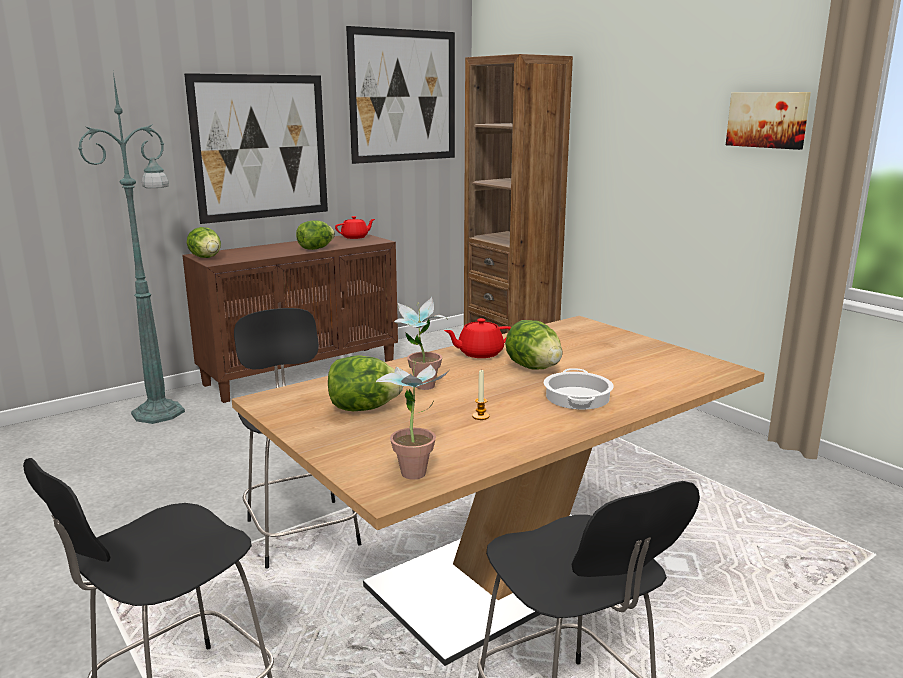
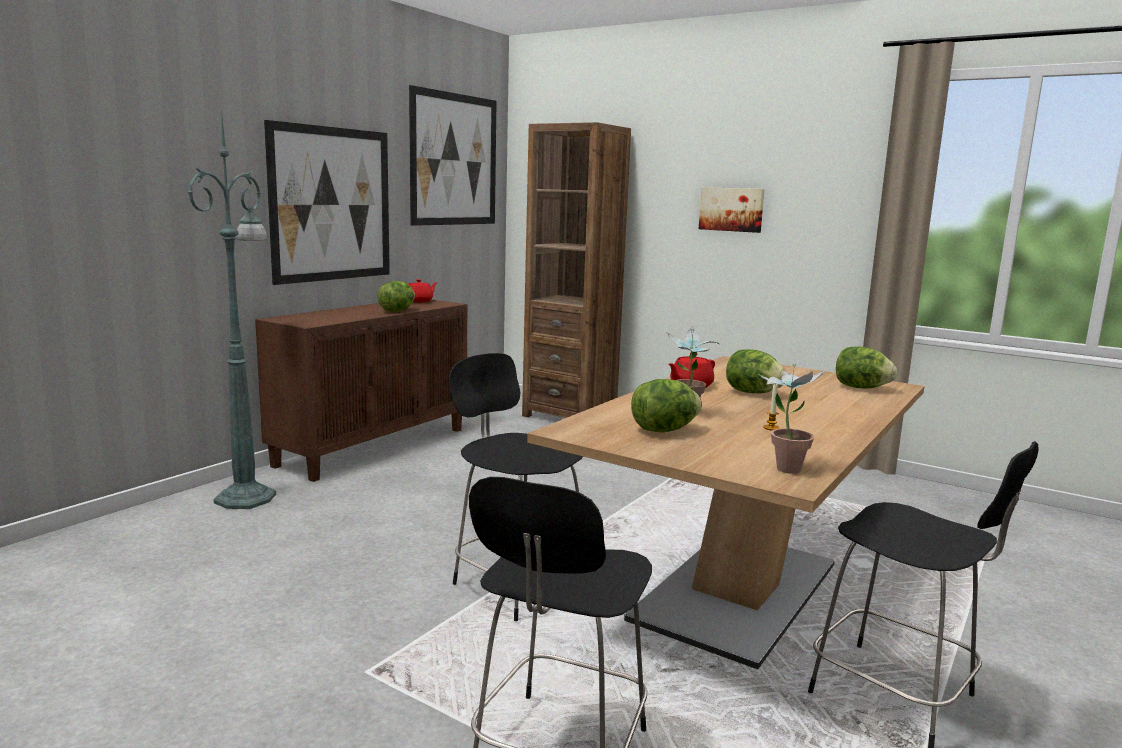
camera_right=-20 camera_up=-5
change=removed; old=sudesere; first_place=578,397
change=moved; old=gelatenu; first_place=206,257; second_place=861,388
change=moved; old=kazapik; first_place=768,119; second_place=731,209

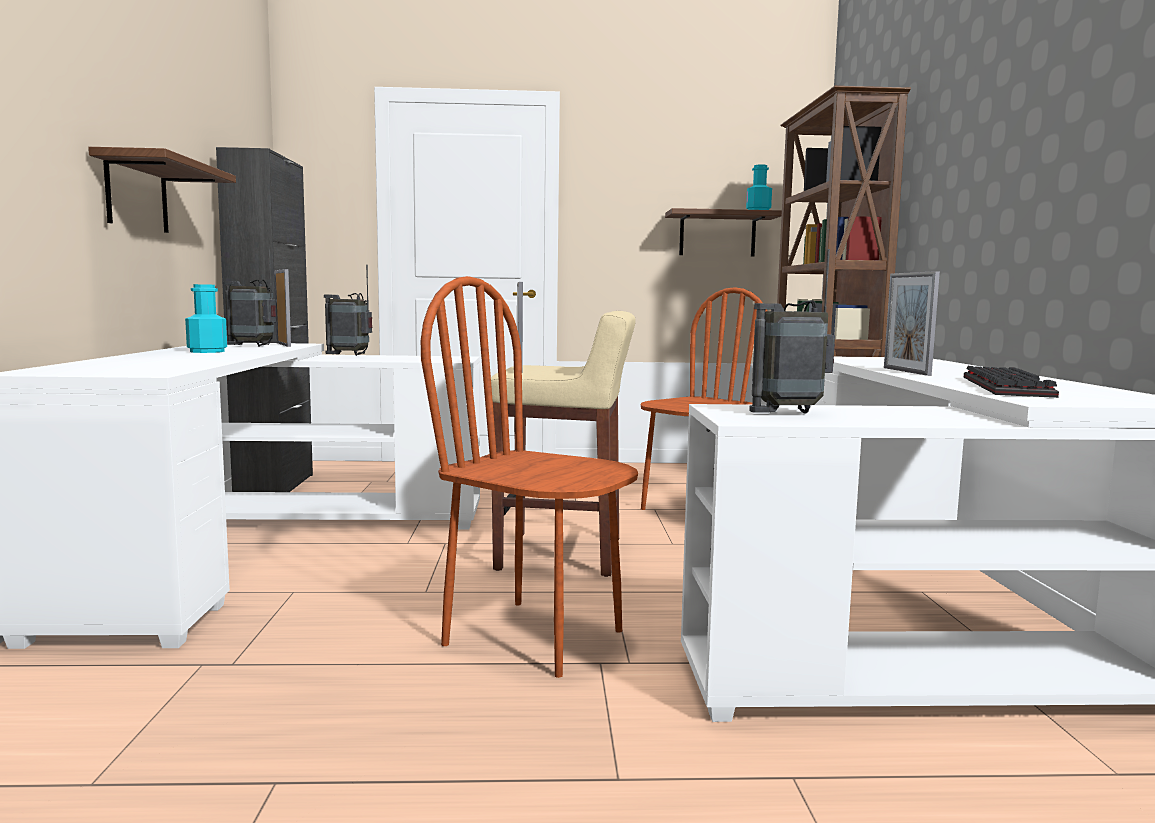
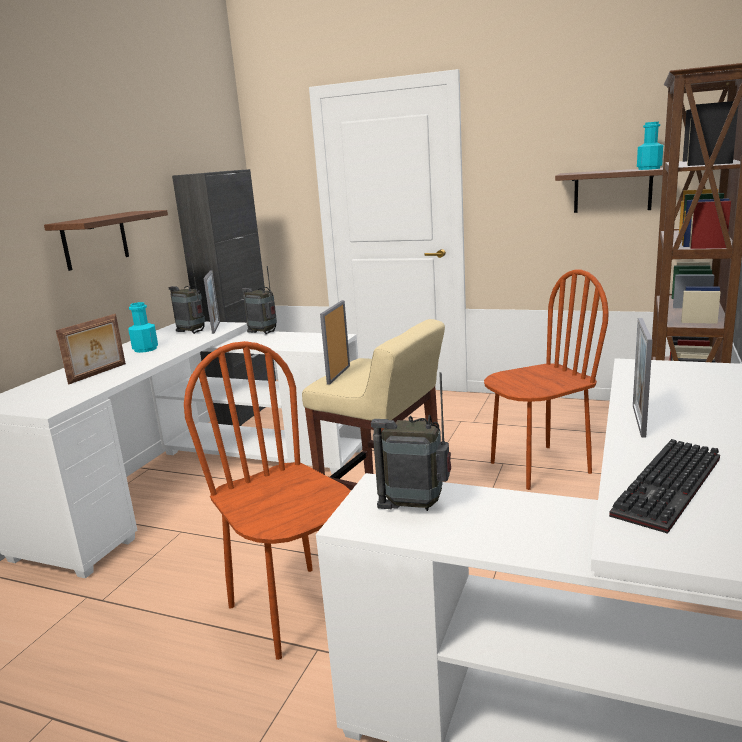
camera_right=25 camera_up=10
change=added; new=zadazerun; second_place=98,373

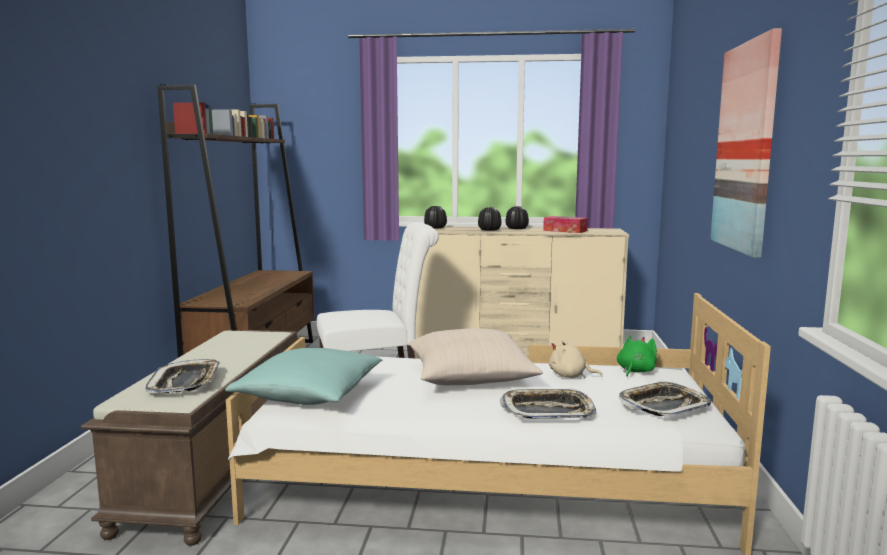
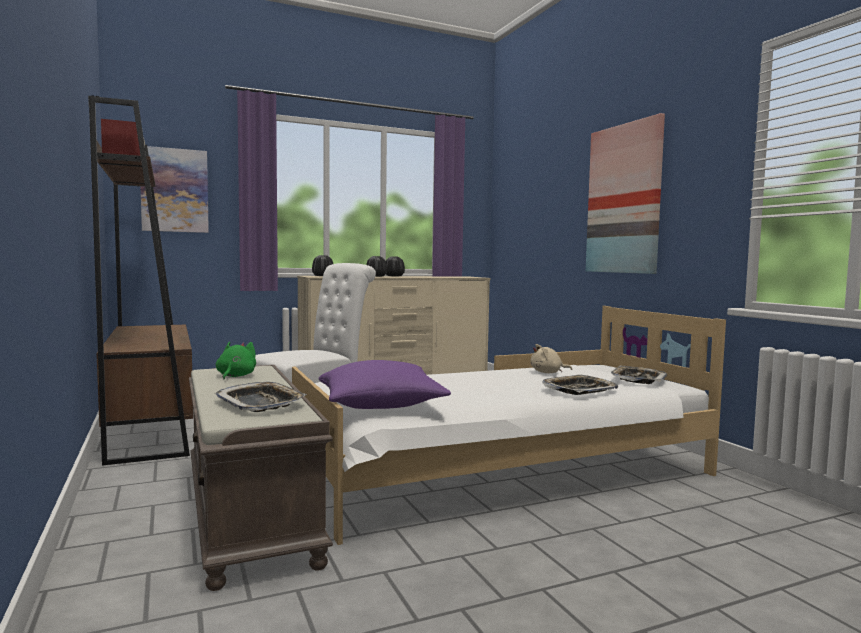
camera_right=-30 camera_up=-5
change=removed; old=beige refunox; first_place=470,377
change=removed; old=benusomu; first_place=565,230
change=added; new=kazapik; second_place=174,190
change=moved; old=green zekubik; first_place=635,371; second_place=235,376
change=recoloured; old=turquoise refunox; new=purple refunox; first_place=309,395; second_place=380,404

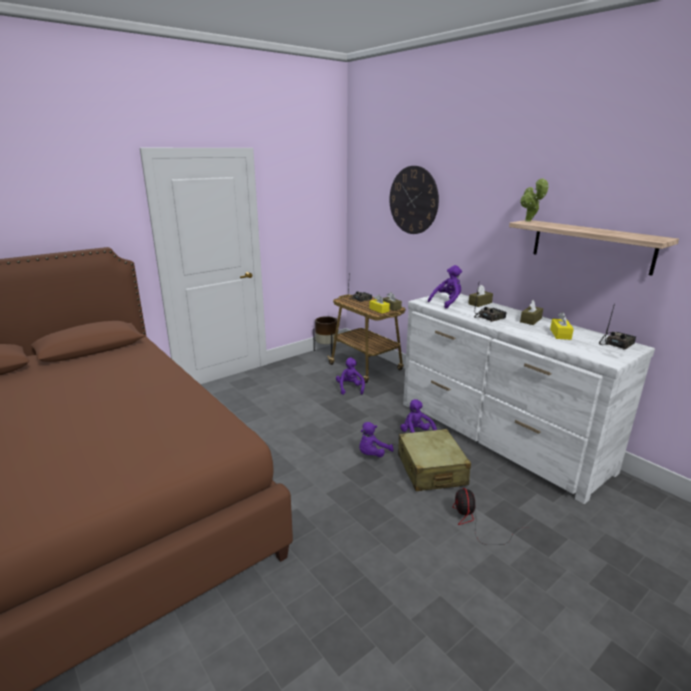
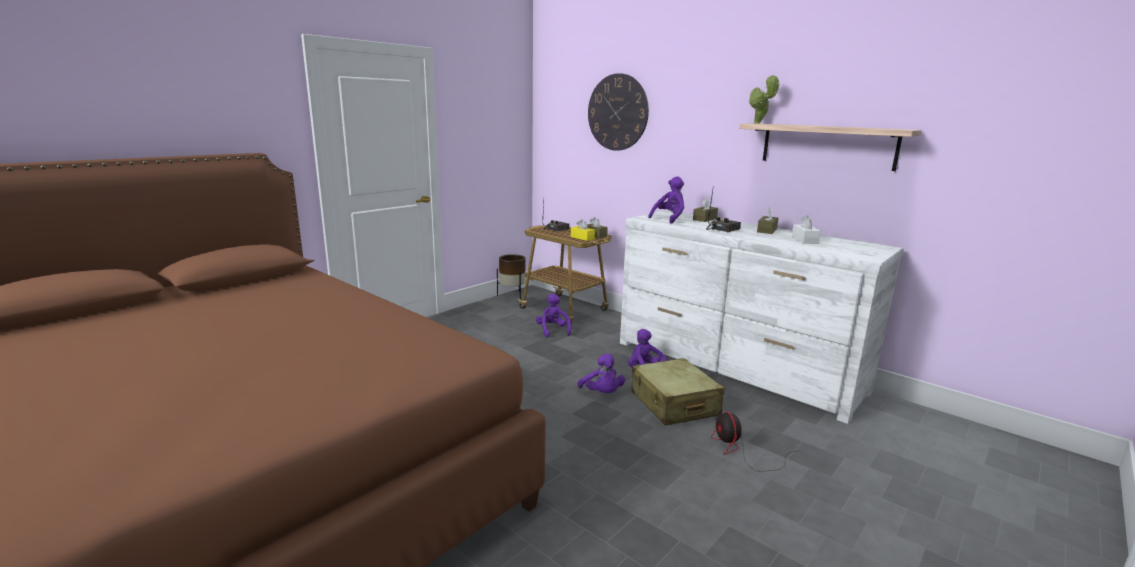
camera_right=-10 camera_up=-5
change=removed; old=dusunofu; first_place=616,344
change=recoloured; old=yellow benusomu; new=white benusomu; first_place=560,334; second_place=804,240
change=turned; old=purple zekubik; first_place=372,454; second_place=602,393; degrees=-60

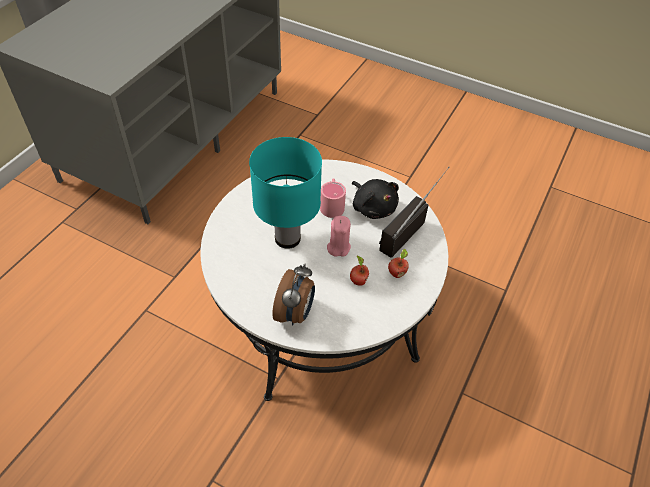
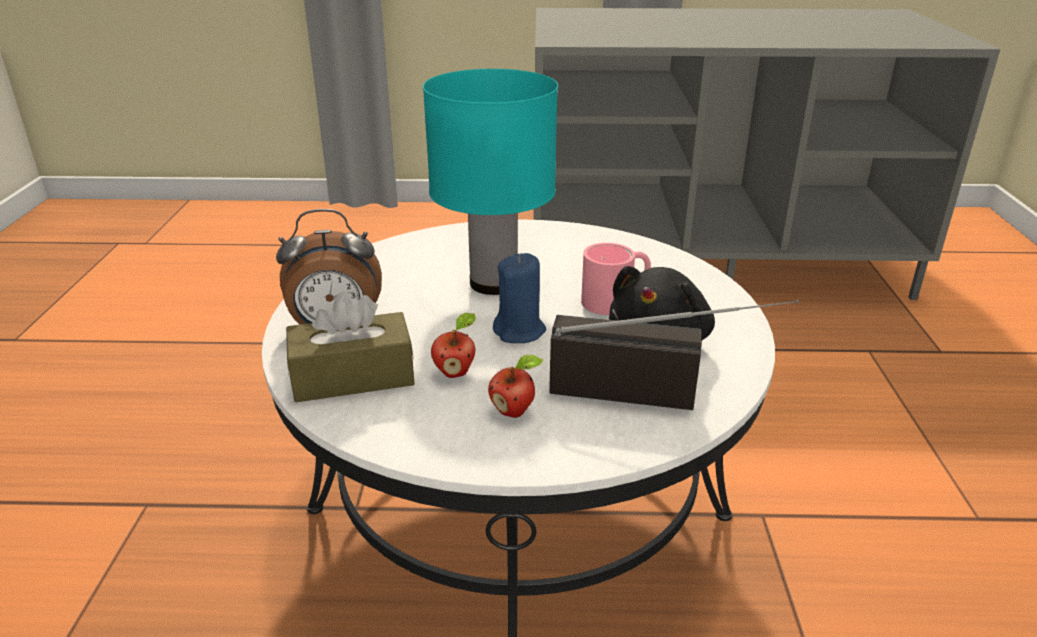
camera_right=65 camera_up=-20
change=added; new=brown benusomu; second_place=353,377
change=recoloured; old=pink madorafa; new=blue madorafa; first_place=338,247; second_place=520,331

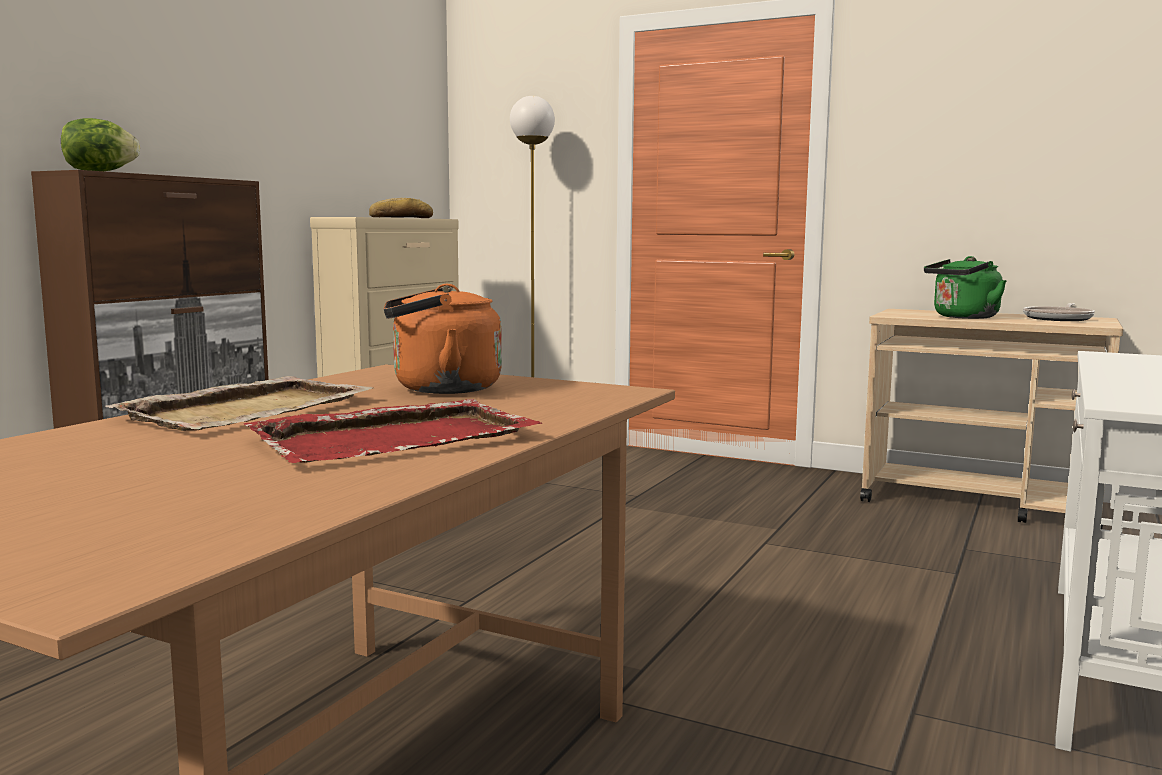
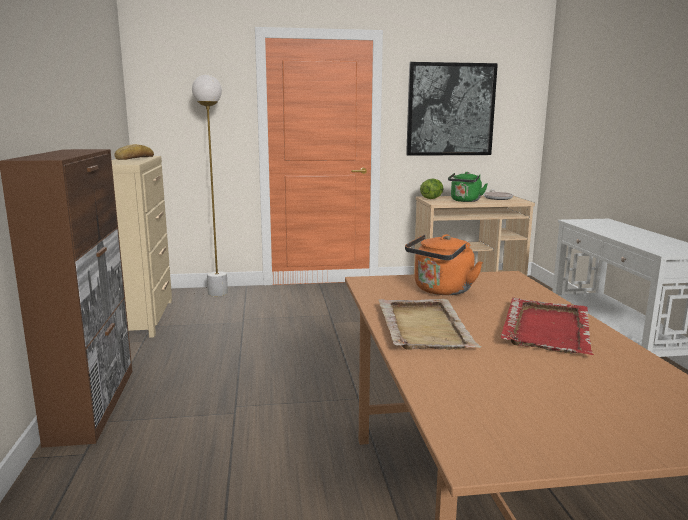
camera_right=-35 camera_up=5
change=added; new=kazapik; second_place=450,109
change=moved; old=gelatenu; first_place=100,172; second_place=432,198

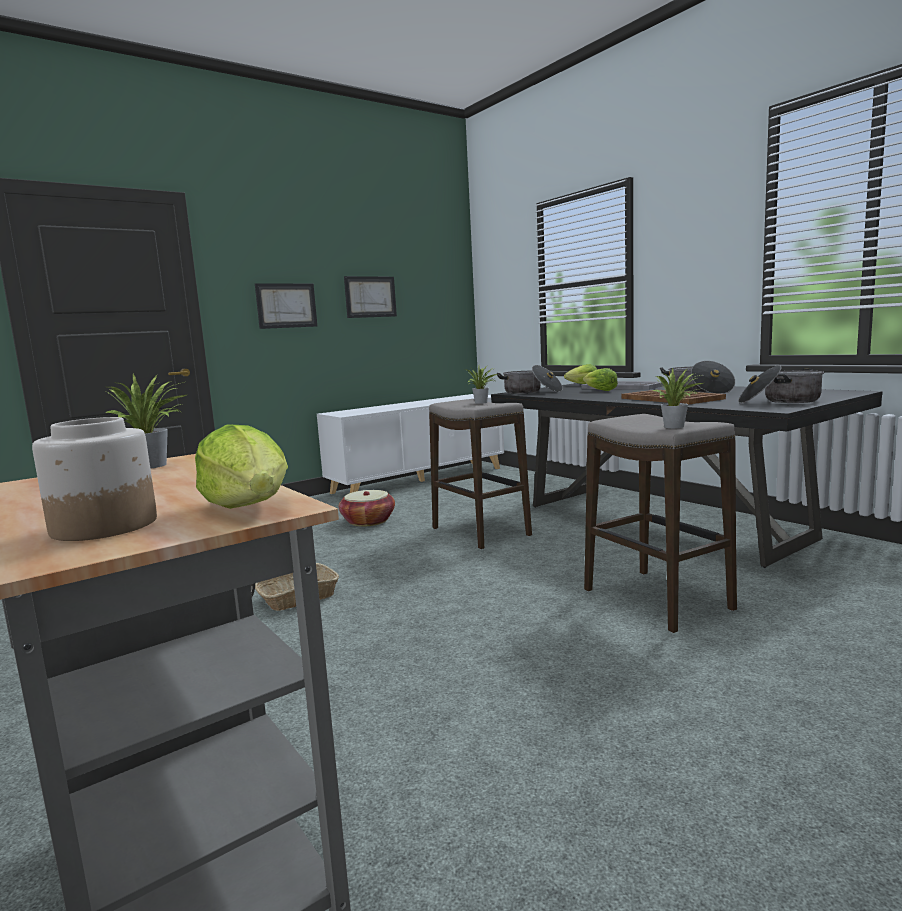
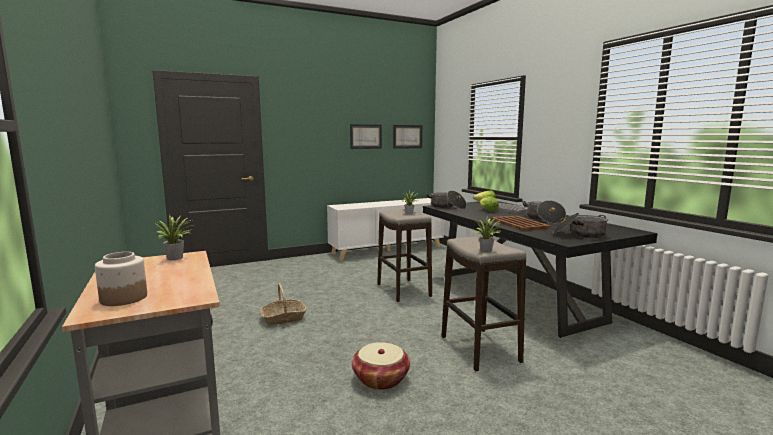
camera_right=10 camera_up=0
change=removed; old=gelatenu; first_place=251,507
change=moved; old=kazapik; first_place=286,305; second_place=407,136
change=moved; old=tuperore; first_place=368,521; second_place=380,379

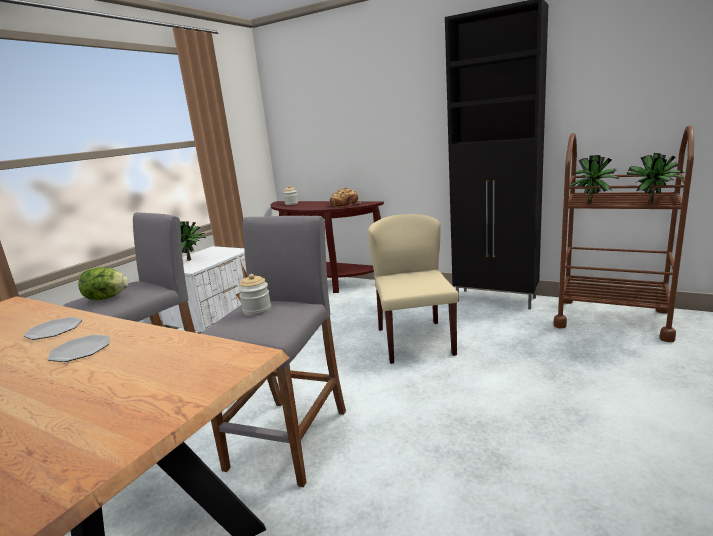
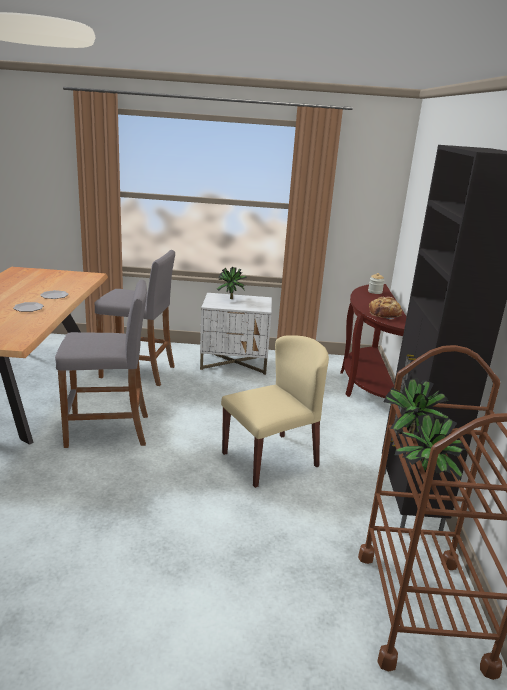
camera_right=60 camera_up=5
change=removed; old=gelatenu; first_place=106,298
change=removed; old=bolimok; first_place=257,310

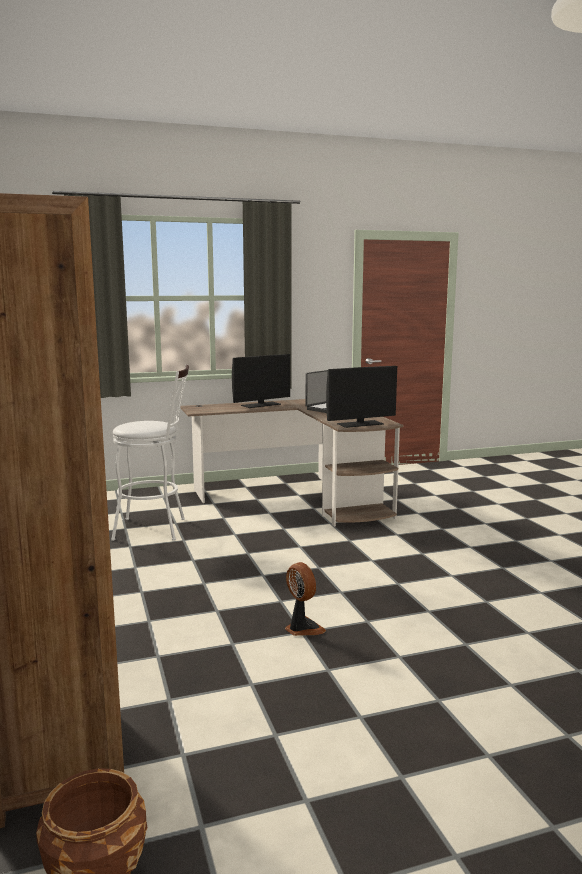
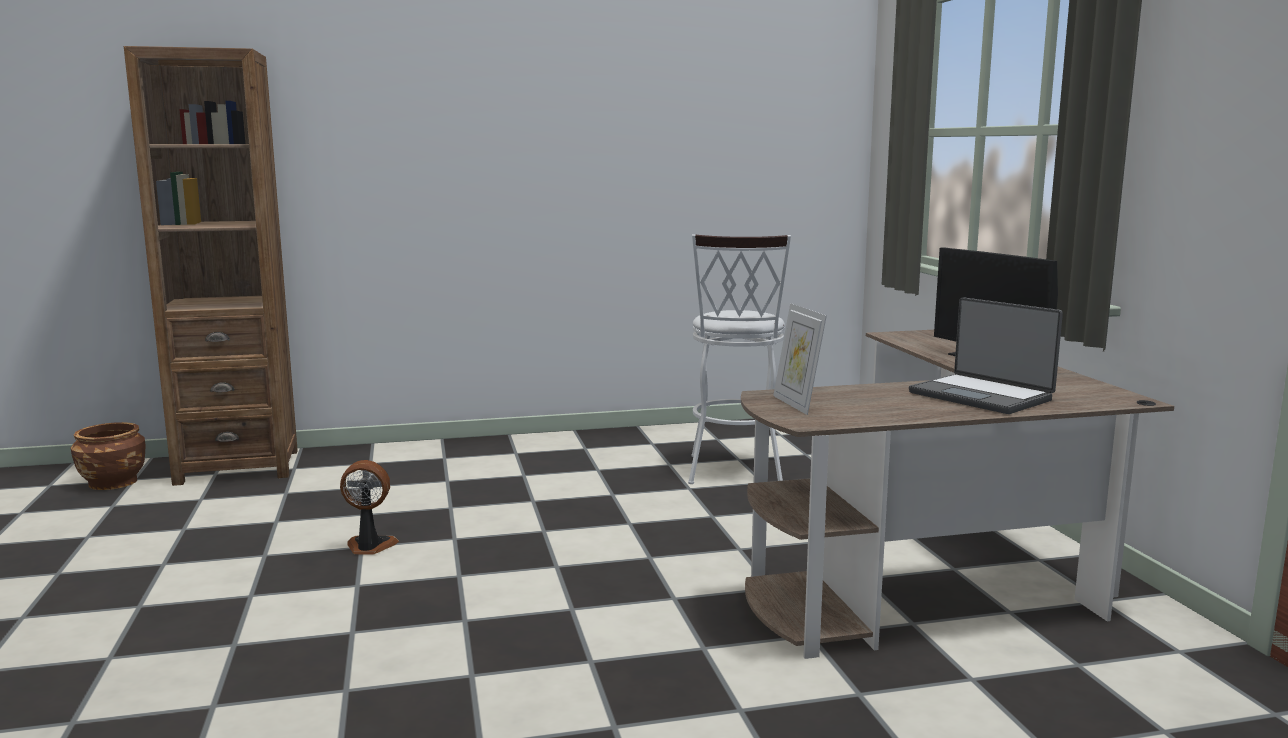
camera_right=95 camera_up=0
change=replaced; old=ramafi; new=zadazerun; first_place=360,424; second_place=797,404
change=turned; old=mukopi; first_place=302,628; second_place=369,547; degrees=-150

